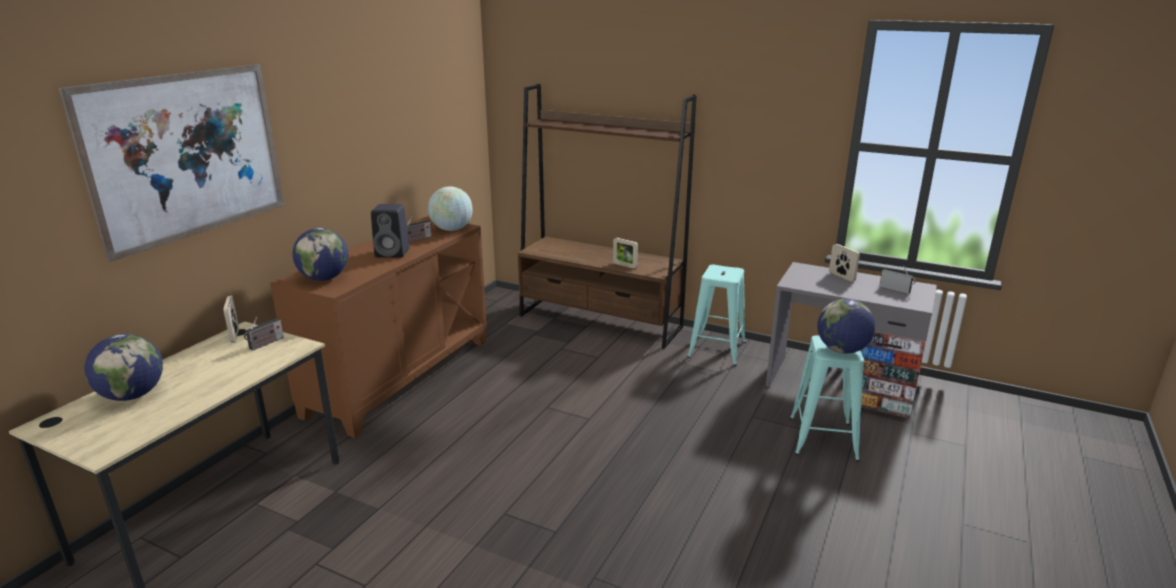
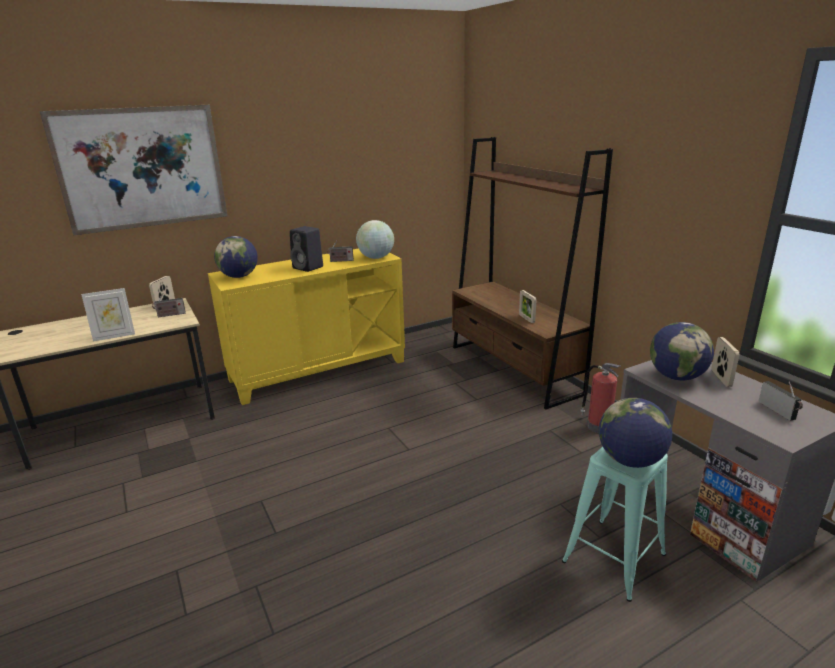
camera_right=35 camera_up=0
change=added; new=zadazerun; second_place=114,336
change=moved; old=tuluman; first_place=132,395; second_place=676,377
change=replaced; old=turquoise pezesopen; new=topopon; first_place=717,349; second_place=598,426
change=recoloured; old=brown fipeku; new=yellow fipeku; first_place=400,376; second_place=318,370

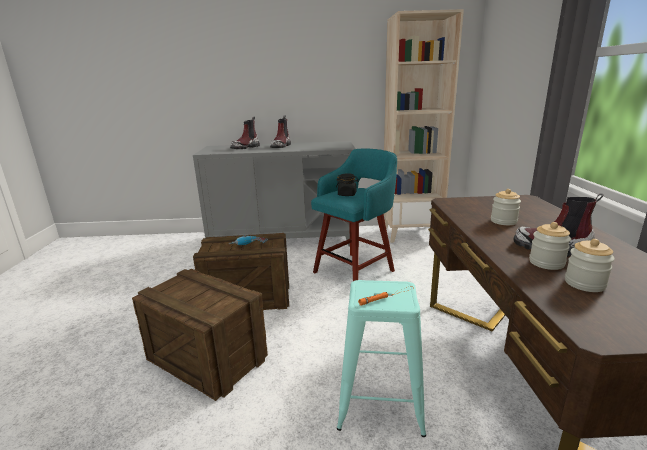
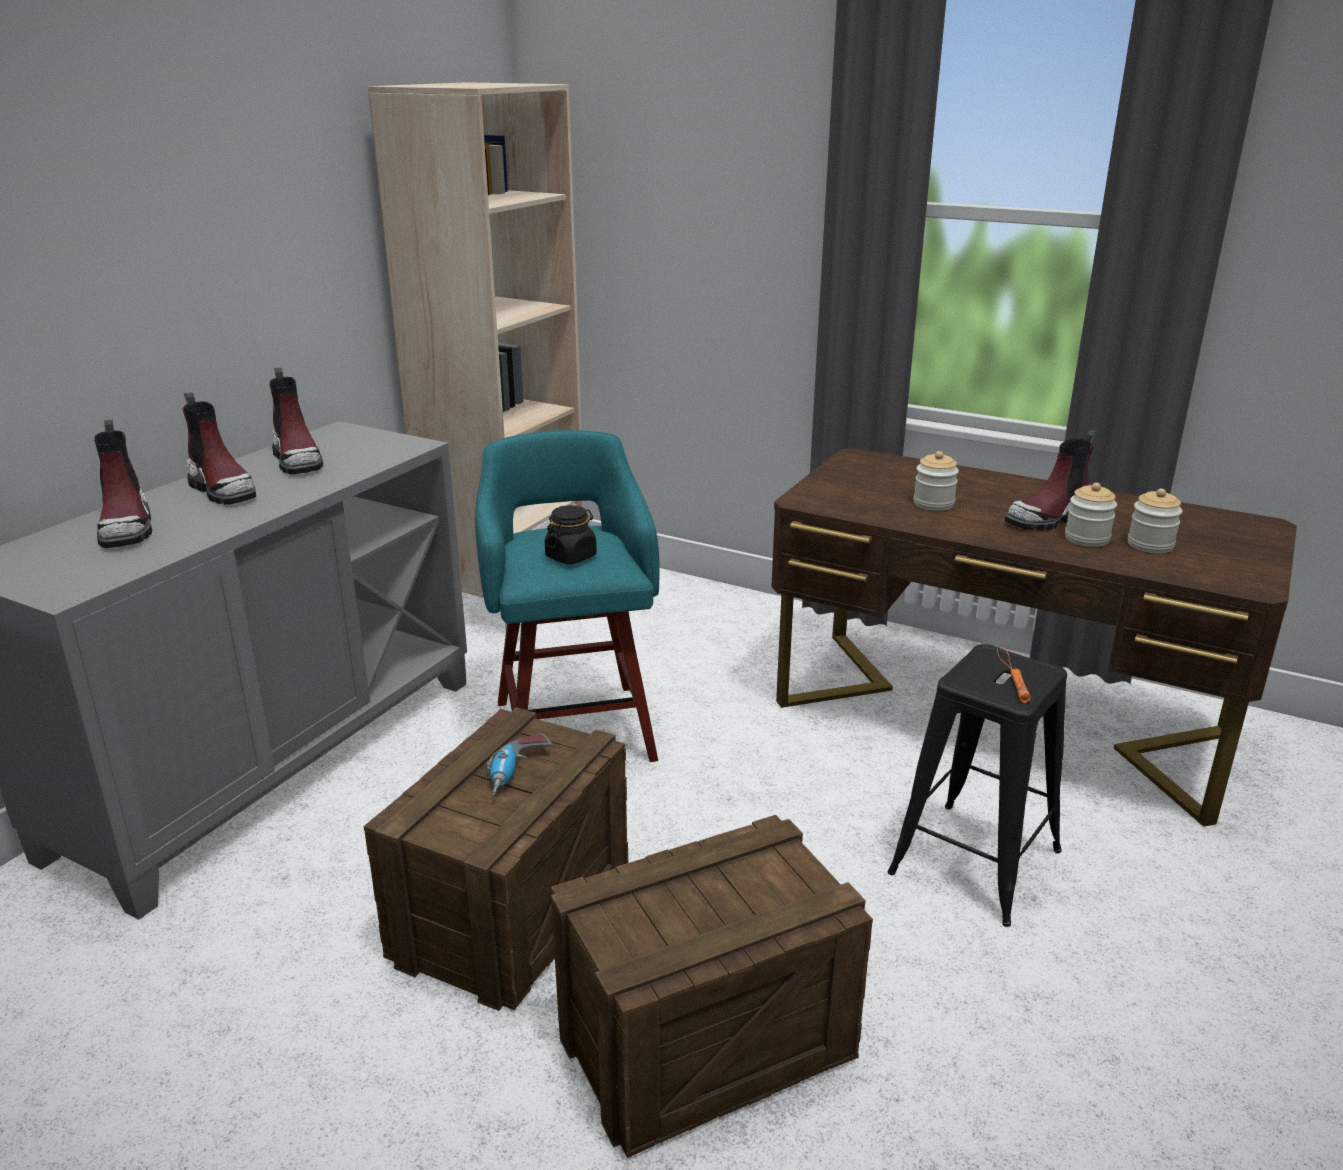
camera_right=-60 camera_up=5
change=added; new=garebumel; second_place=298,461
change=recoloured; old=turquoise pezesopen; new=black pezesopen; first_place=379,402; second_place=975,862

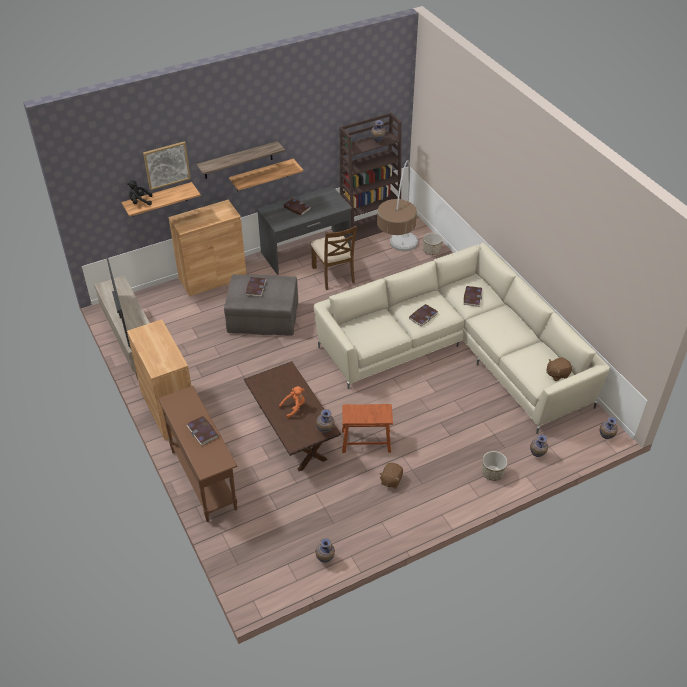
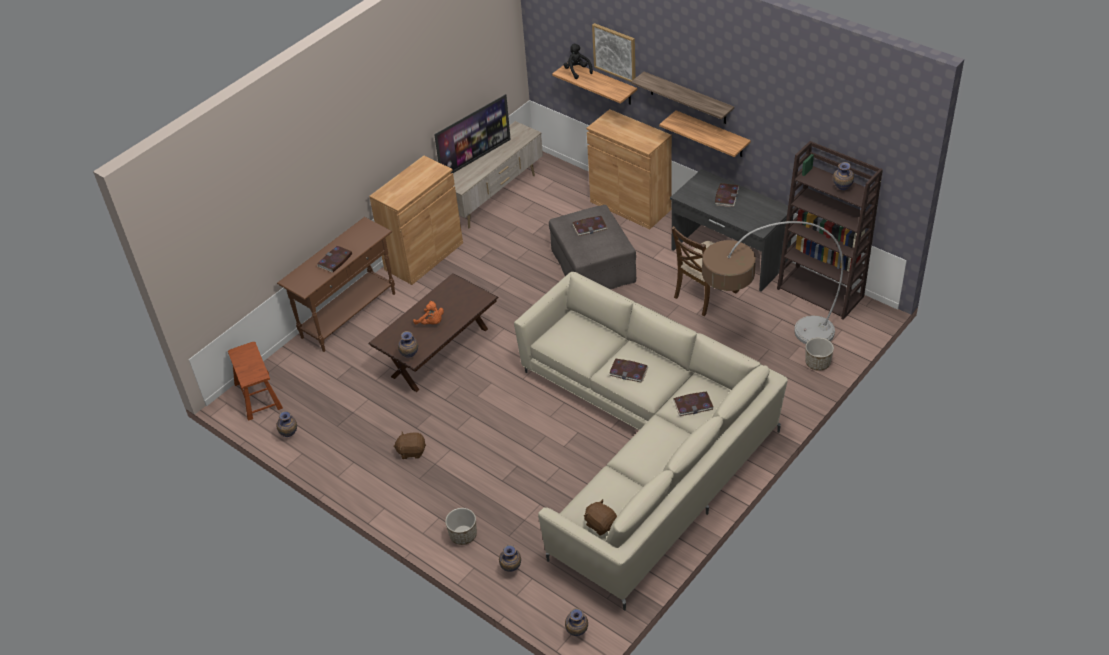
camera_right=70 camera_up=0
change=moved; old=brown pezesopen; first_place=366,440; second_place=258,396

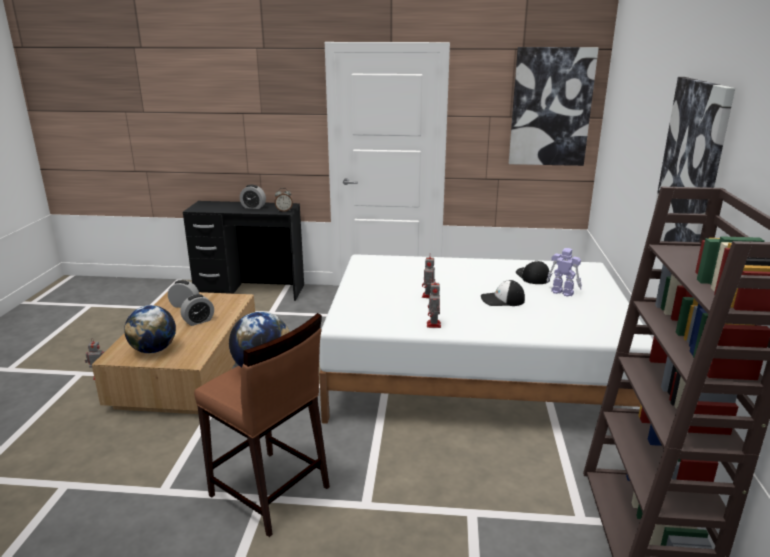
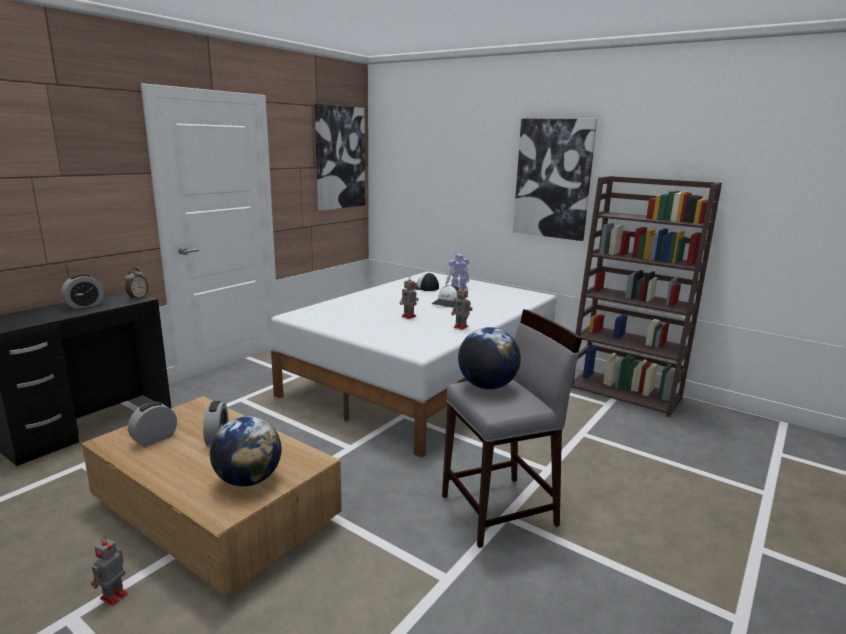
camera_right=-60 camera_up=-5
change=recoloured; old=brown pezesopen; new=grey pezesopen; first_place=269,492; second_place=500,510

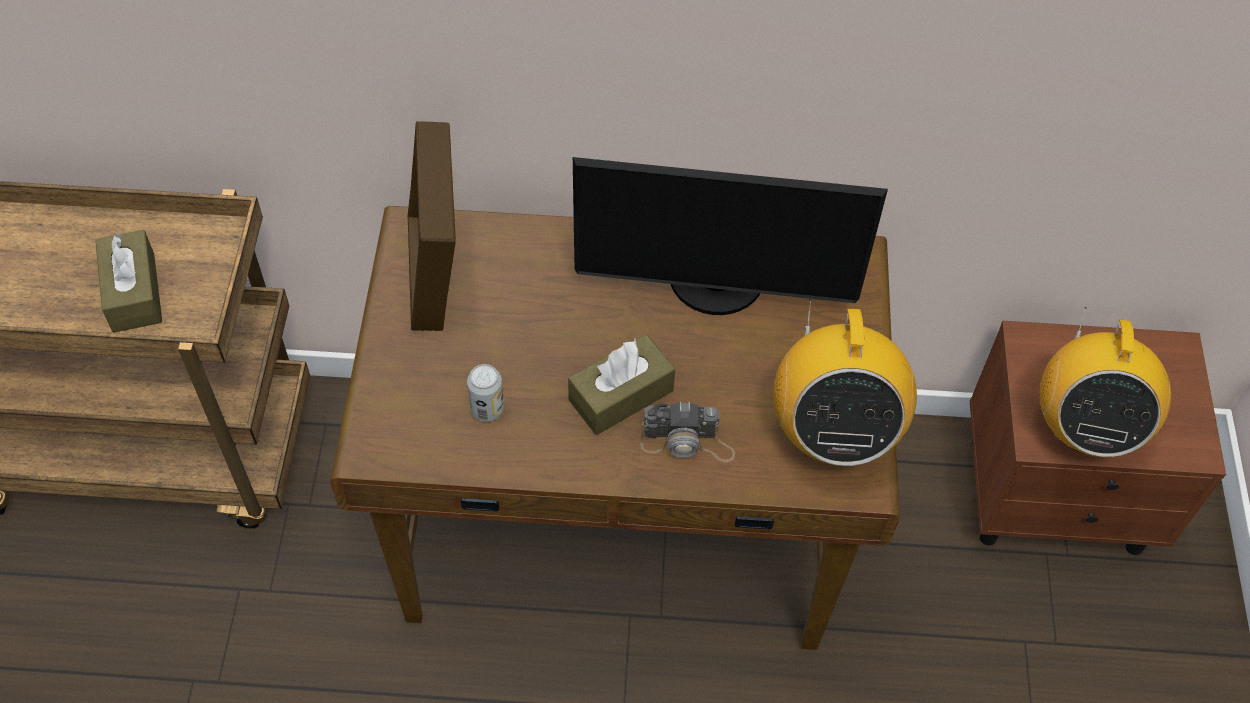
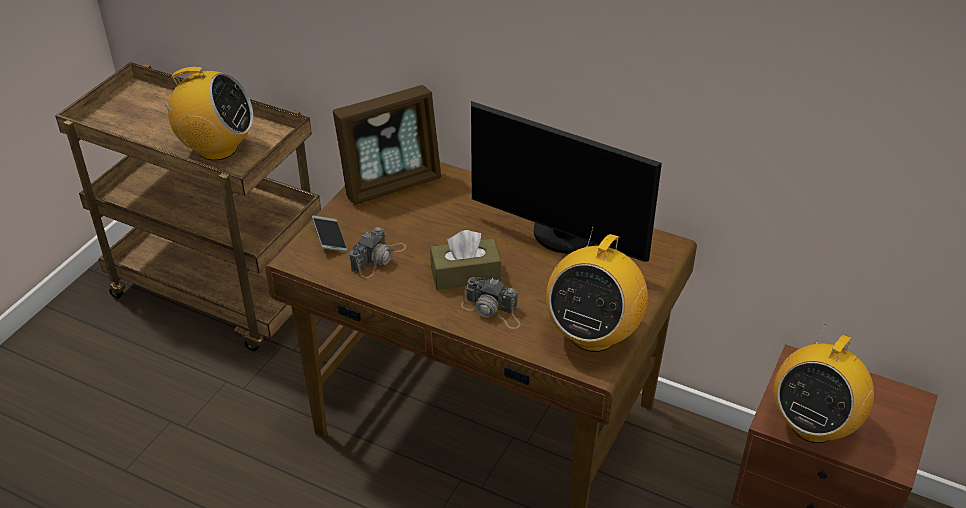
camera_right=25 camera_up=-15
change=added; new=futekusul; second_place=329,238
change=replaced; old=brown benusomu; new=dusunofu; first_place=134,292; second_place=216,149
change=replaced; old=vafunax; new=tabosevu; first_place=487,409; second_place=378,258
change=turned; old=zadazerun; first_place=436,274; second_place=392,184; degrees=-135

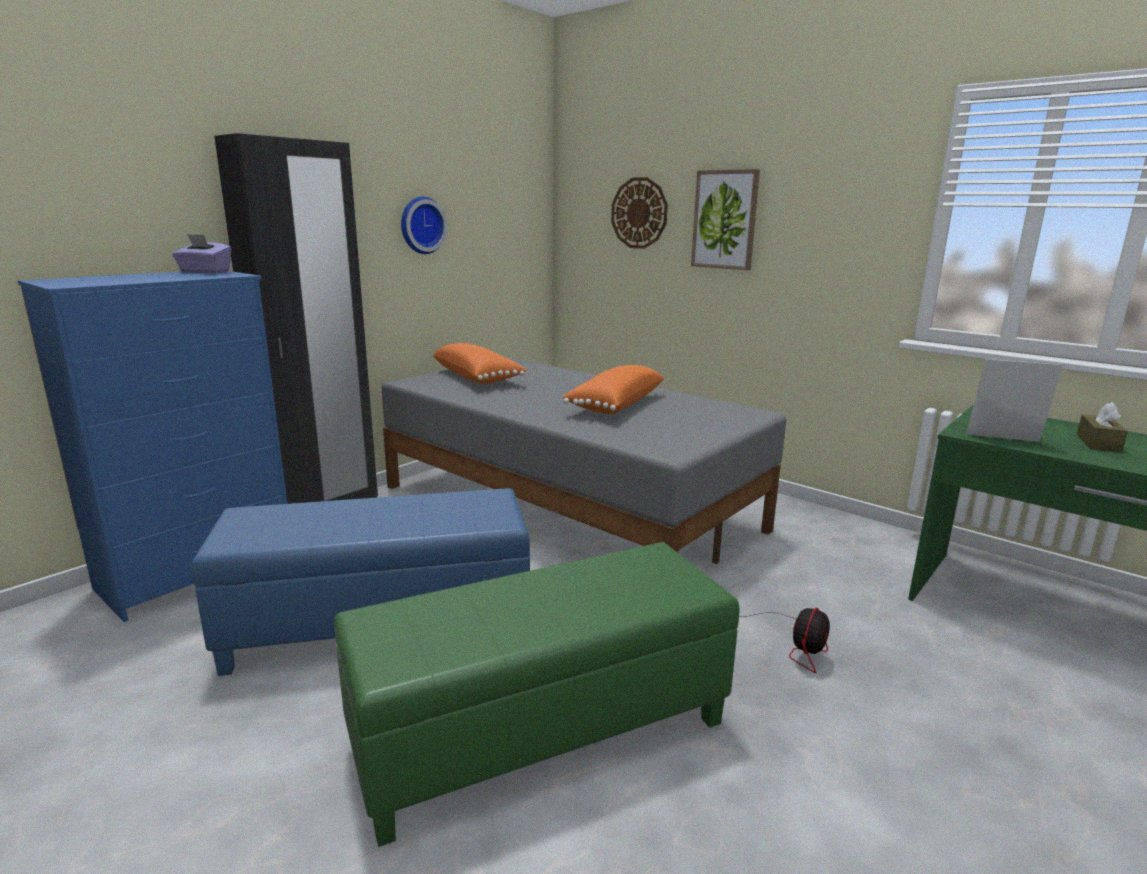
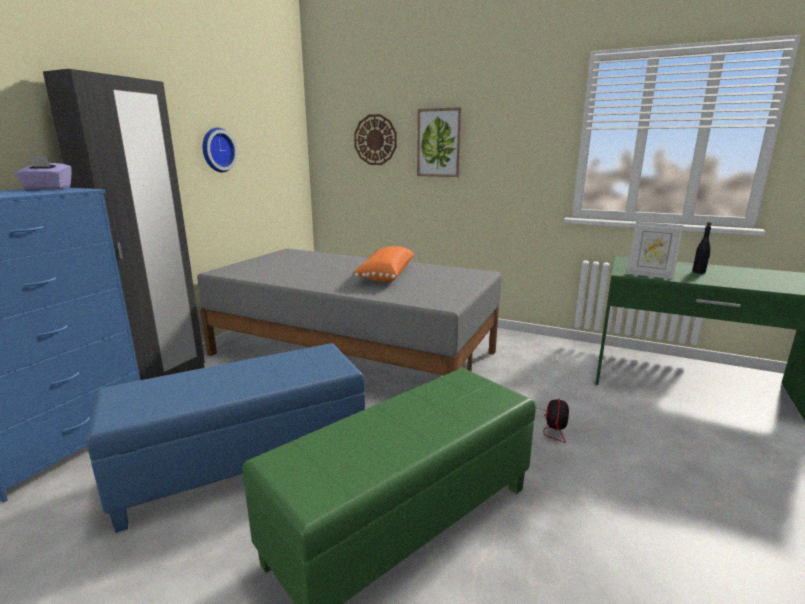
camera_right=-15 camera_up=0
change=removed; old=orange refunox; first_place=478,378
change=replaced; old=brown benusomu; new=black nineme; first_place=1098,443; second_place=699,272
change=turned; old=zadazerun; first_place=1004,440; second_place=649,275; degrees=-150

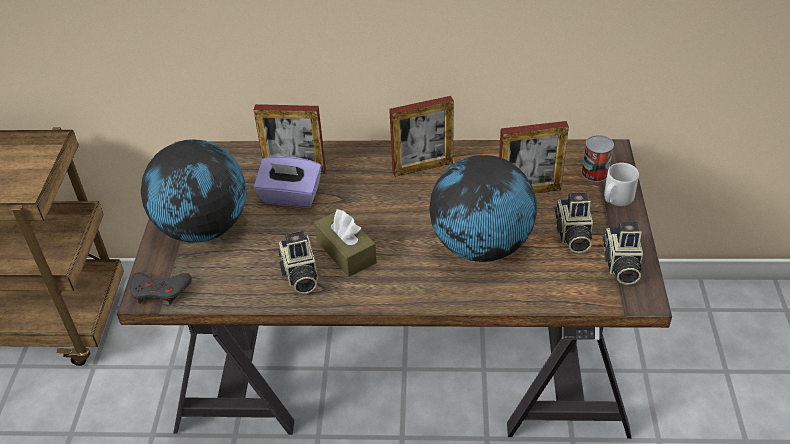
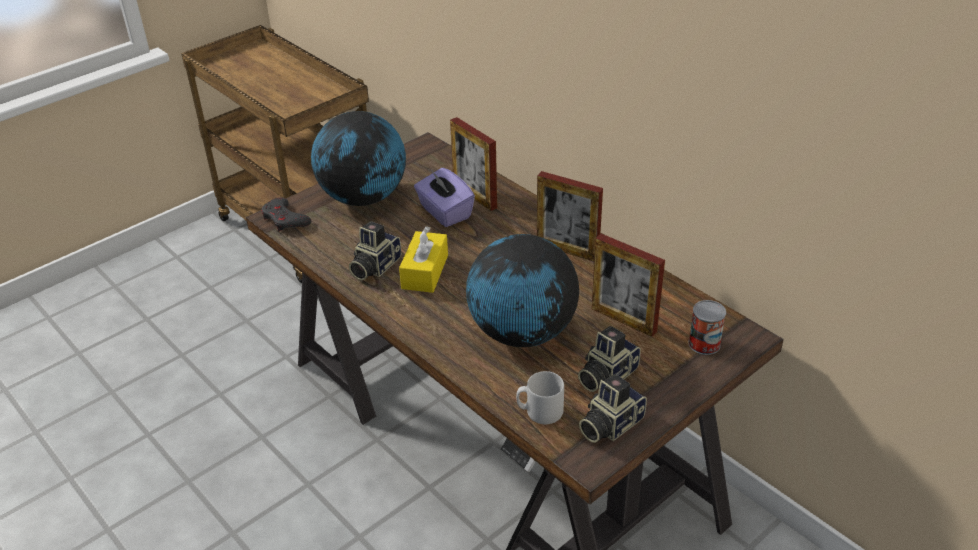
camera_right=45 camera_up=-5
change=moved; old=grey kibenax; first_place=616,198; second_place=539,411
change=recoloured; old=brown benusomu; new=yellow benusomu; first_place=346,252; second_place=425,272

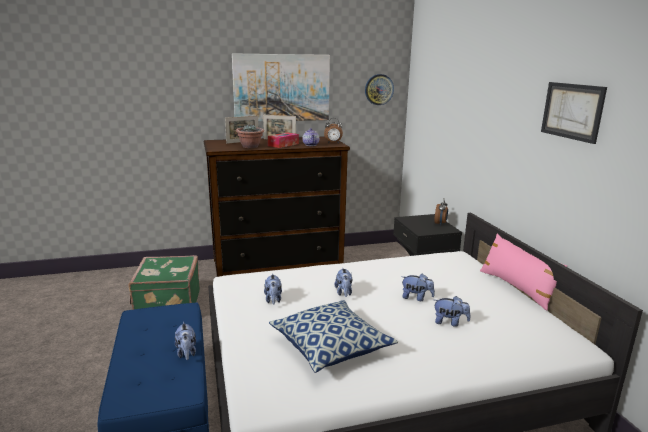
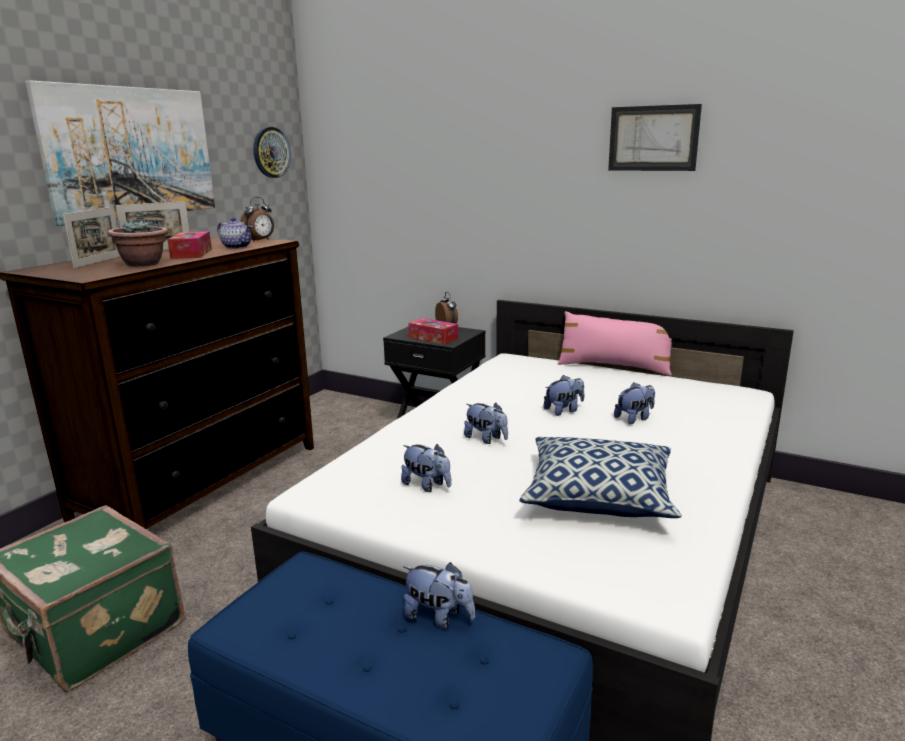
camera_right=-45 camera_up=0
change=added; new=benusomu; second_place=433,338

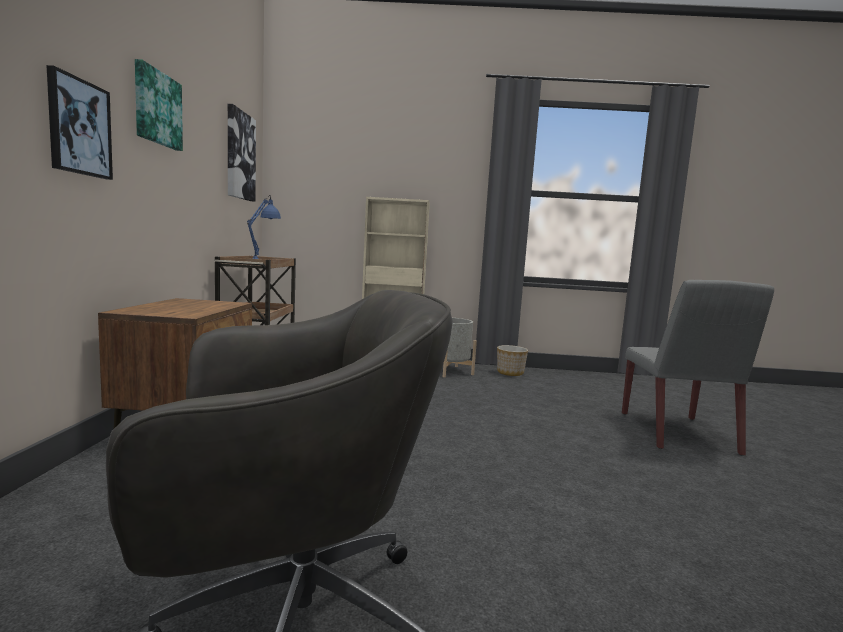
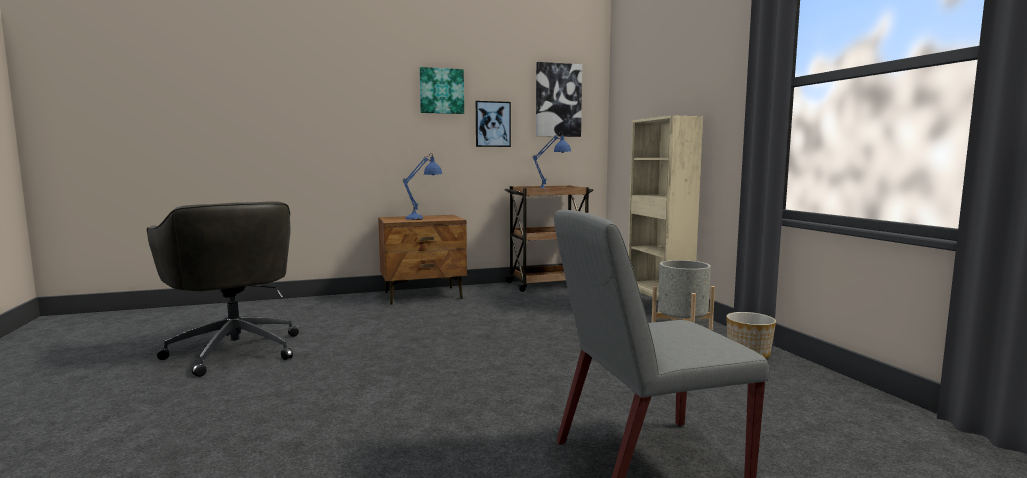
camera_right=70 camera_up=0
change=added; new=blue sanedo; second_place=423,218
change=moved; old=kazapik; first_place=79,127; second_place=492,124

